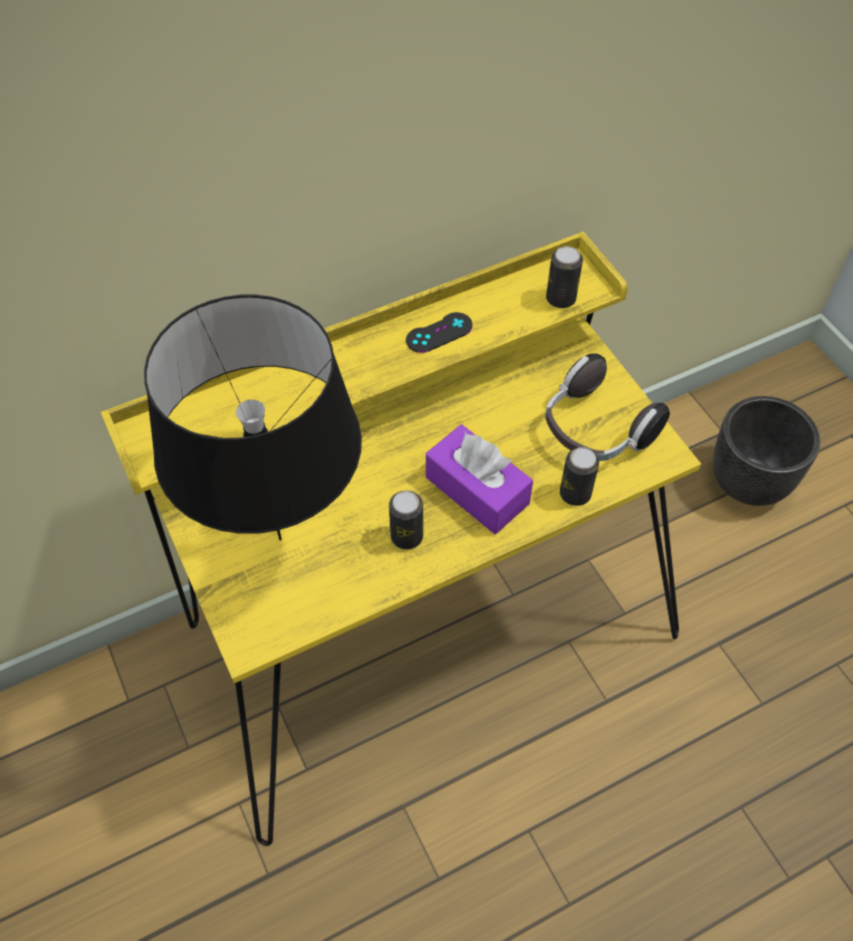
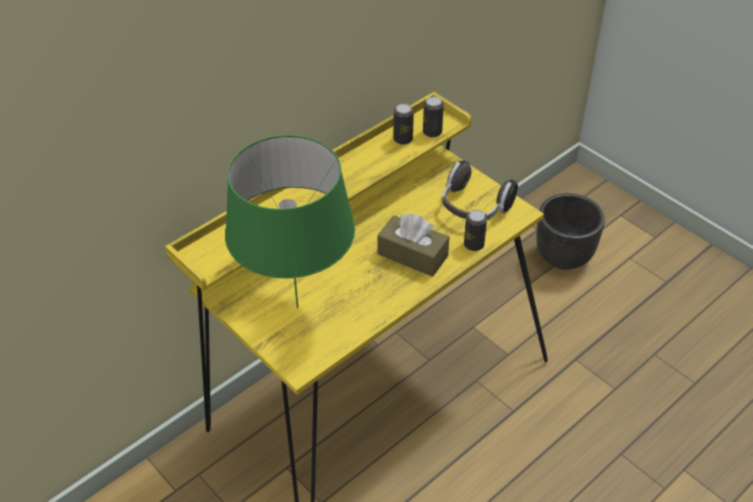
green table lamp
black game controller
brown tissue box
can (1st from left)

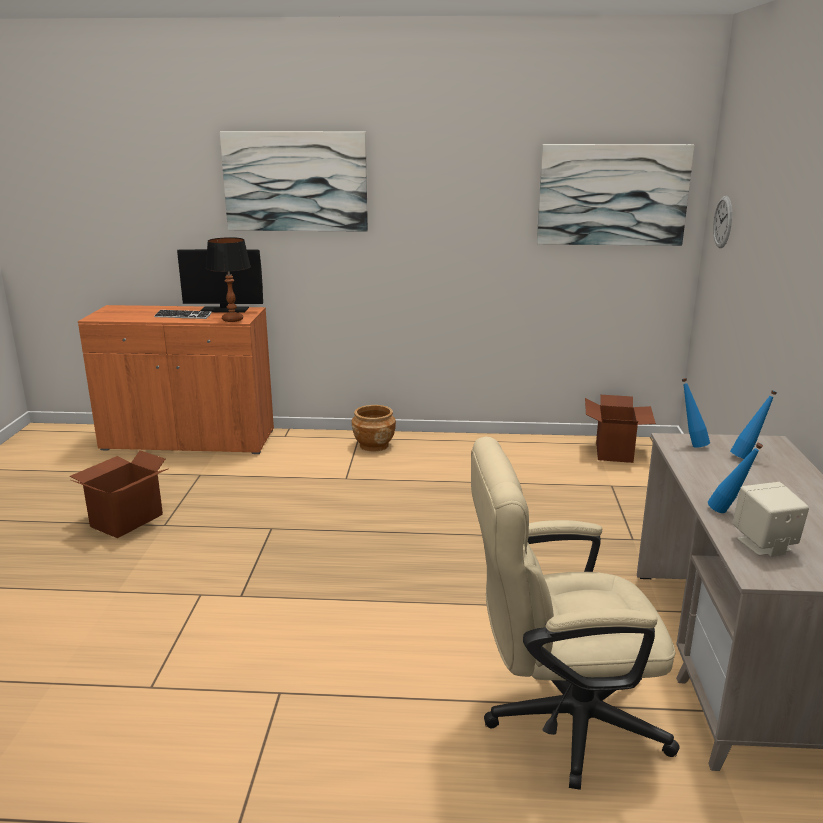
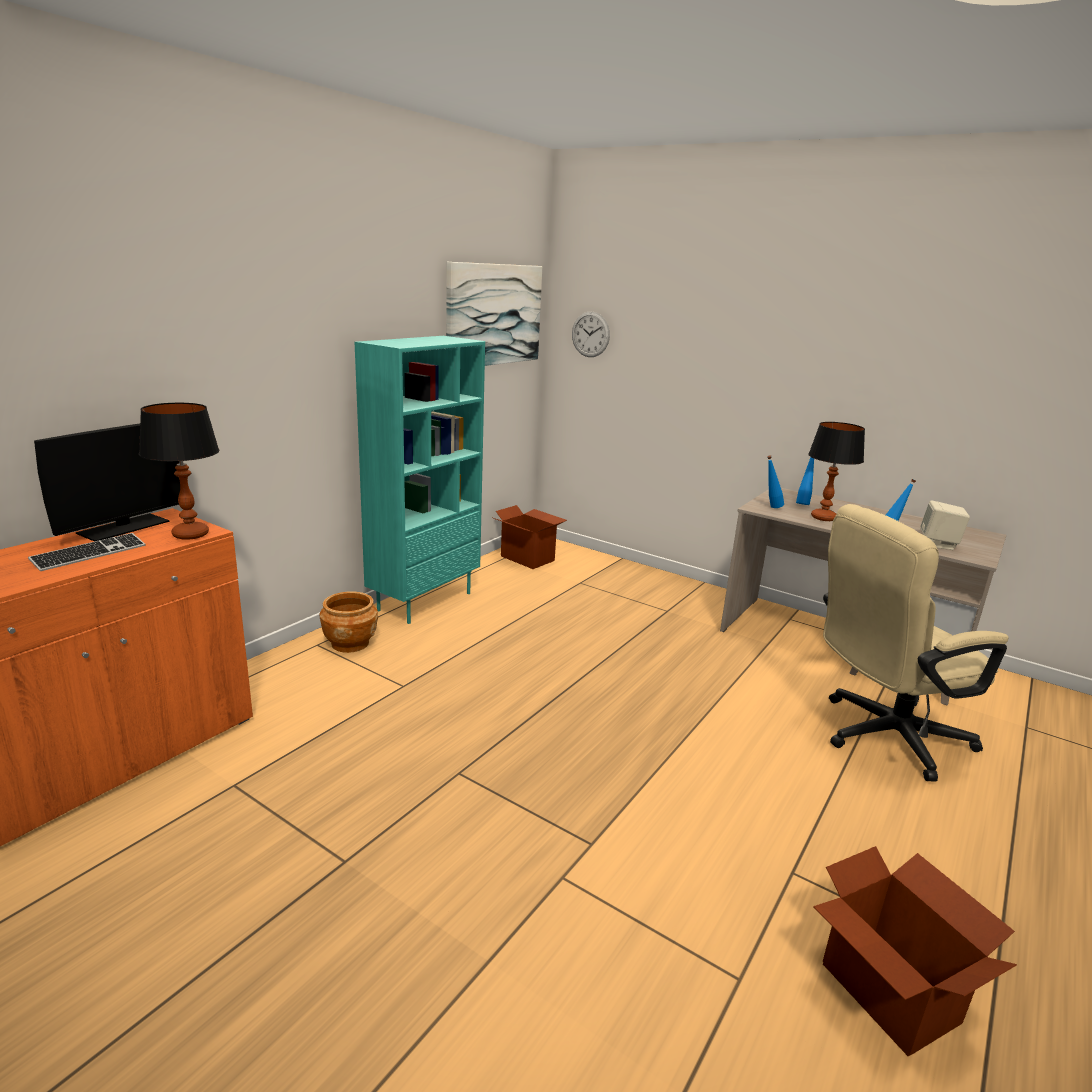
picture (1st from left in the first image)
beige office chair
cardboard box (2nd from left)
turquoise bookcase
table lamp (2nd from left)

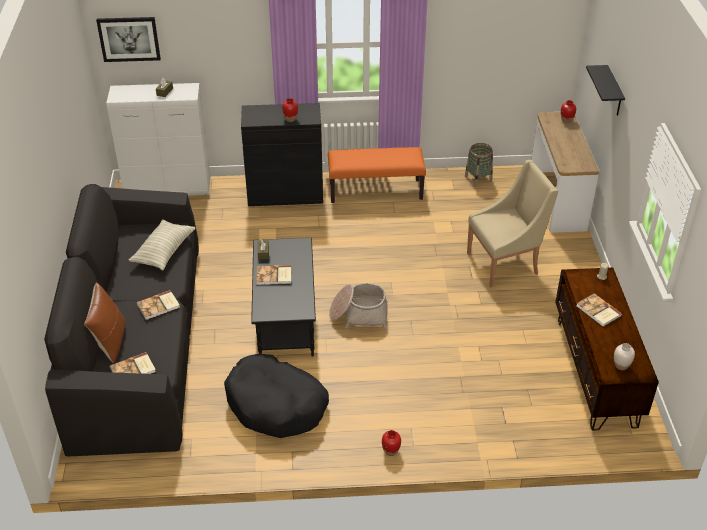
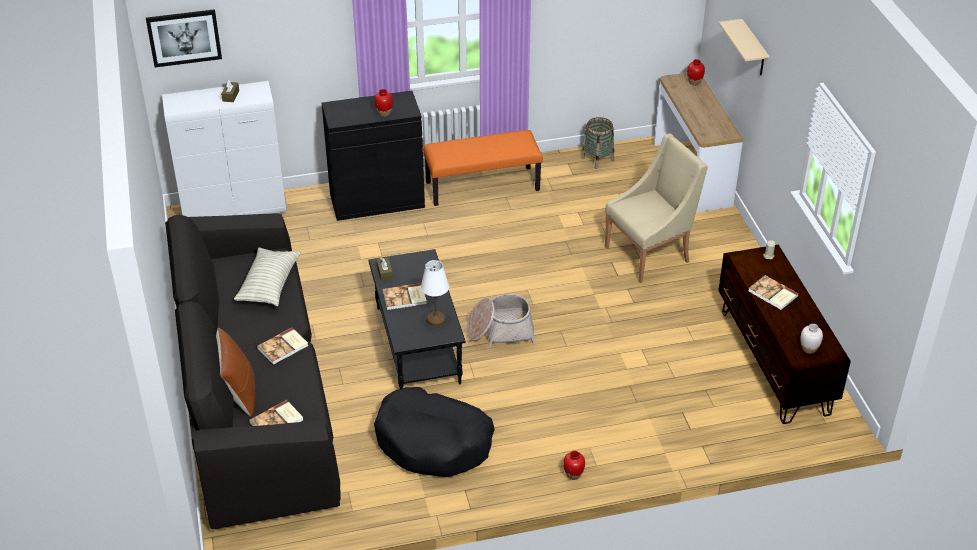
beige shelf
white table lamp

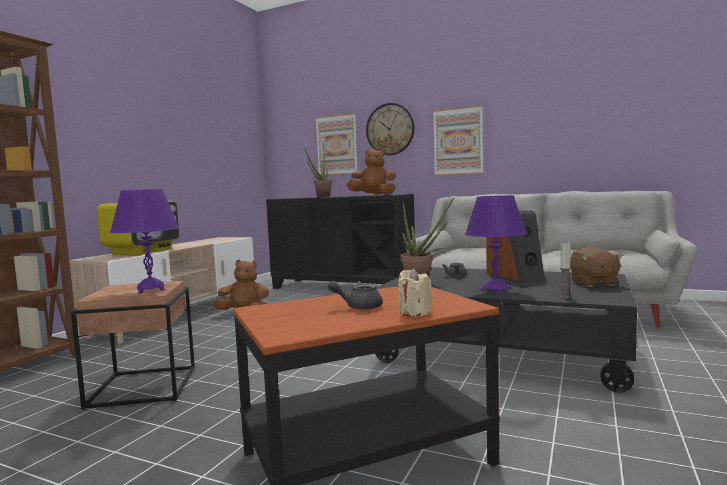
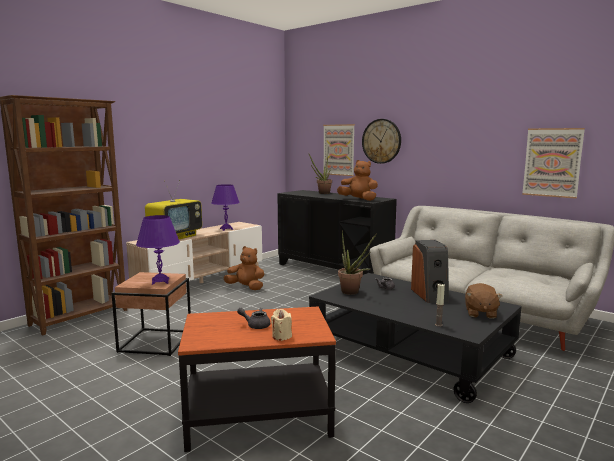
picture (2nd from left)
purple table lamp (2nd from left)

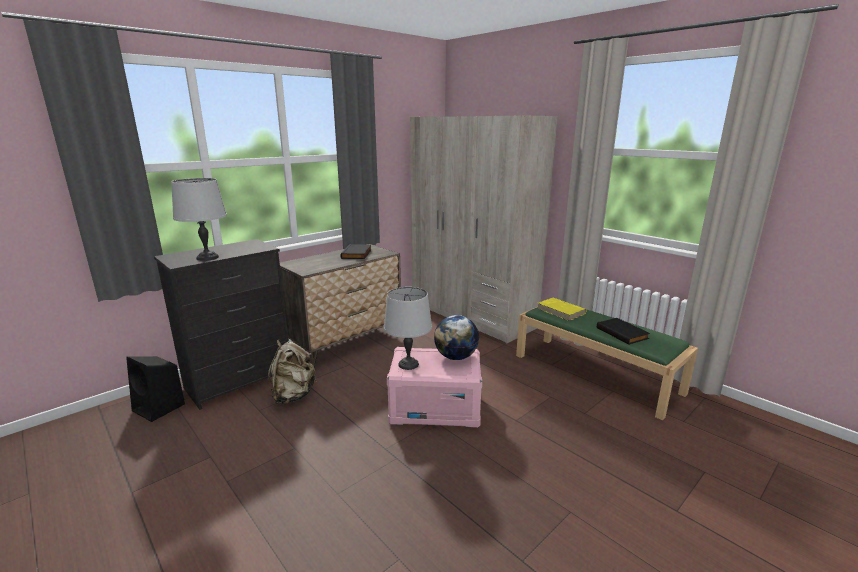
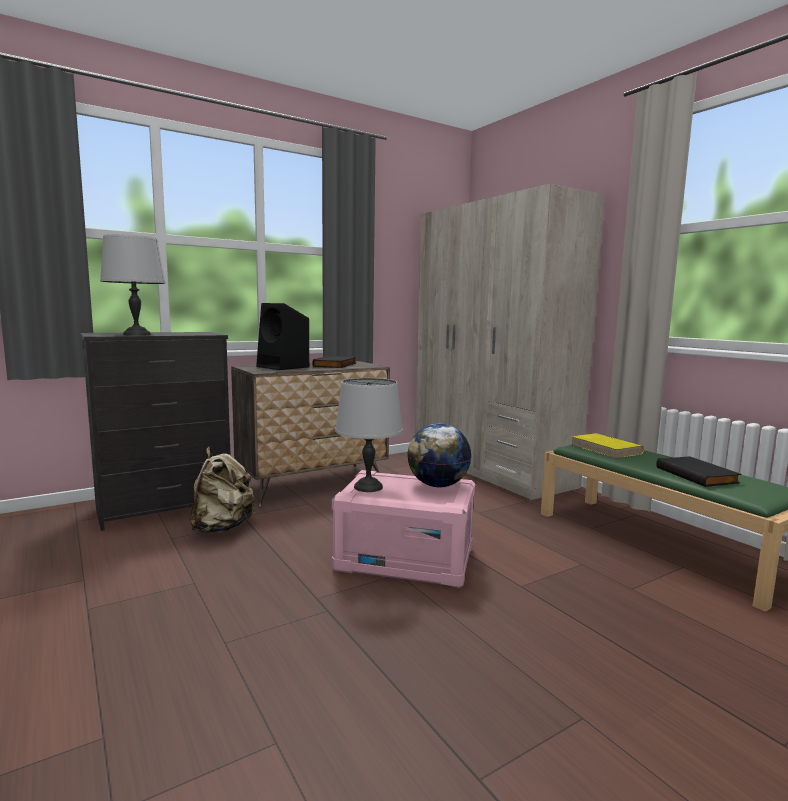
black speaker

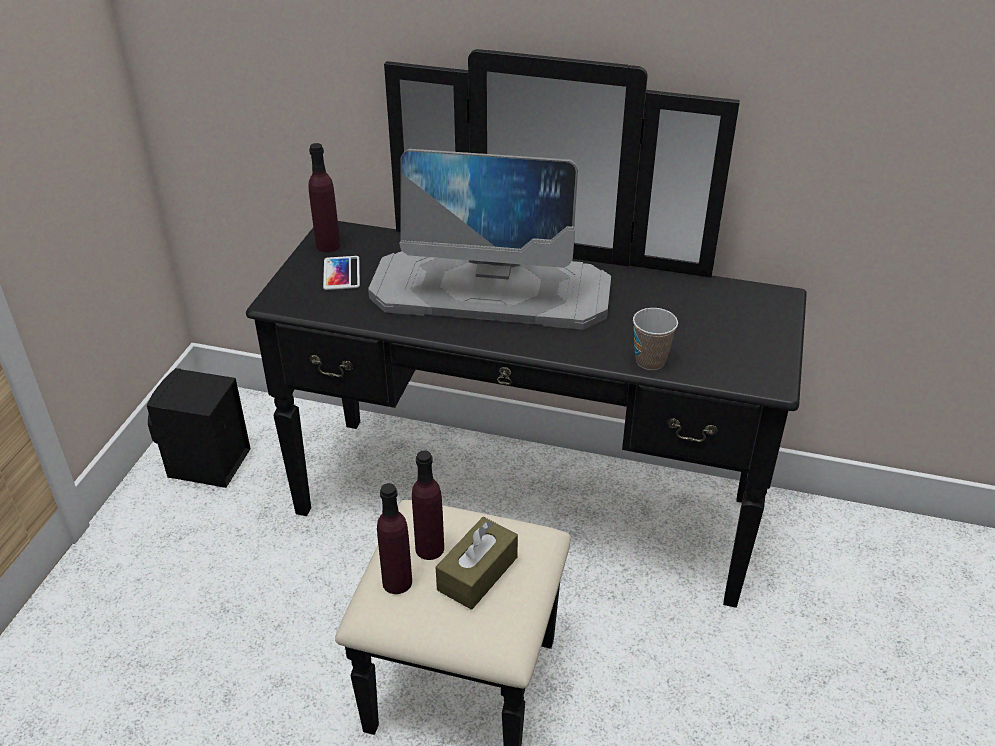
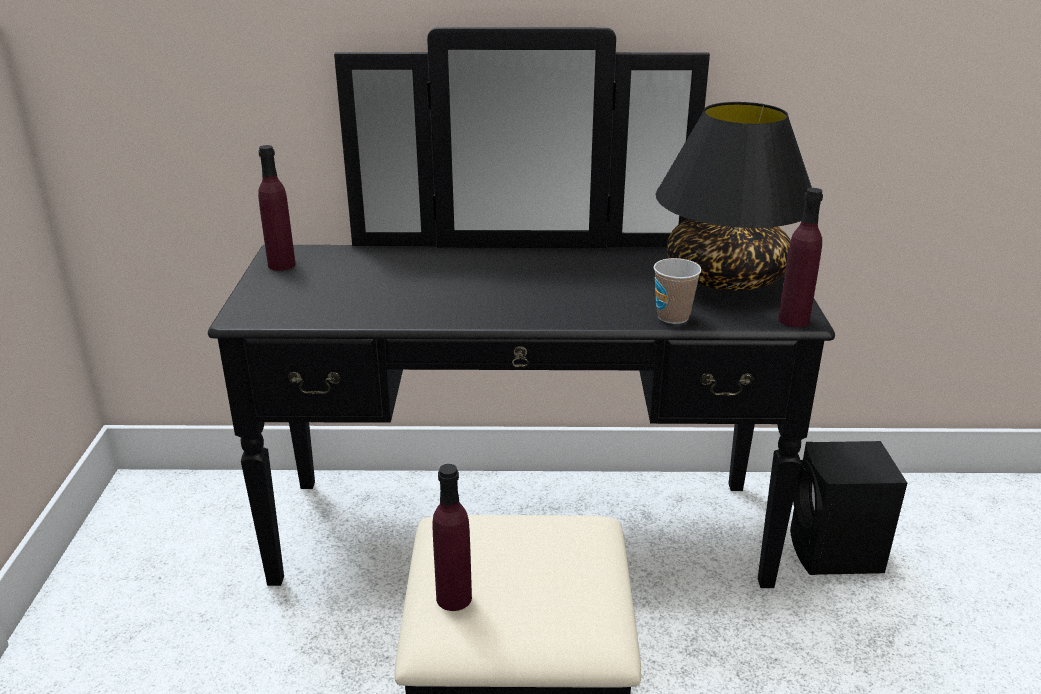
monitor
phone
black speaker
purple bottle (3rd from left)
brown tissue box
black table lamp

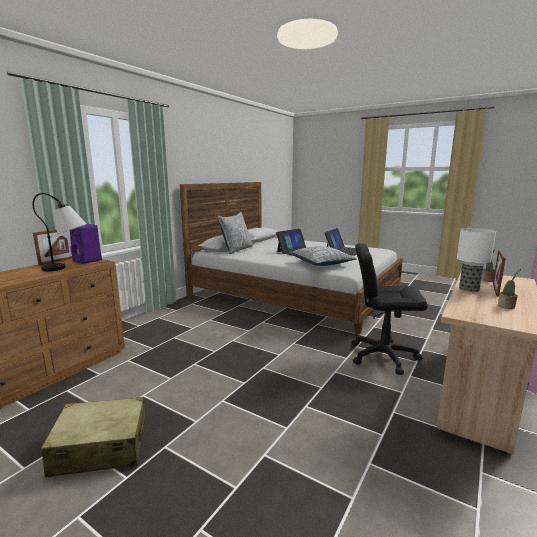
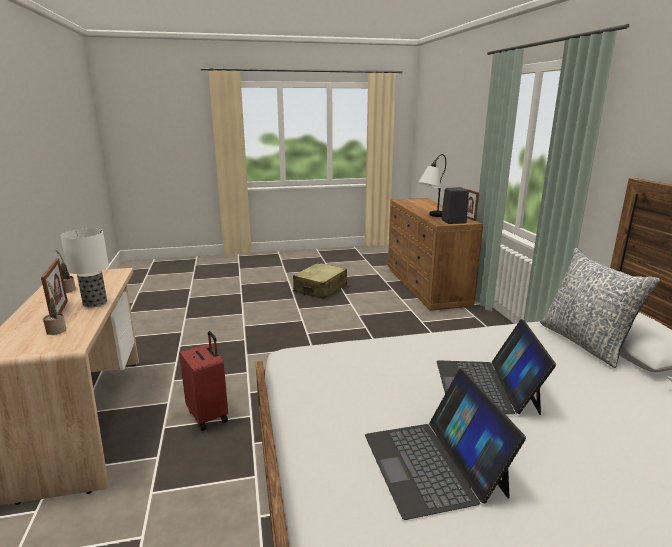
black speaker
red suitcase
pillow (2nd from left in the first image)

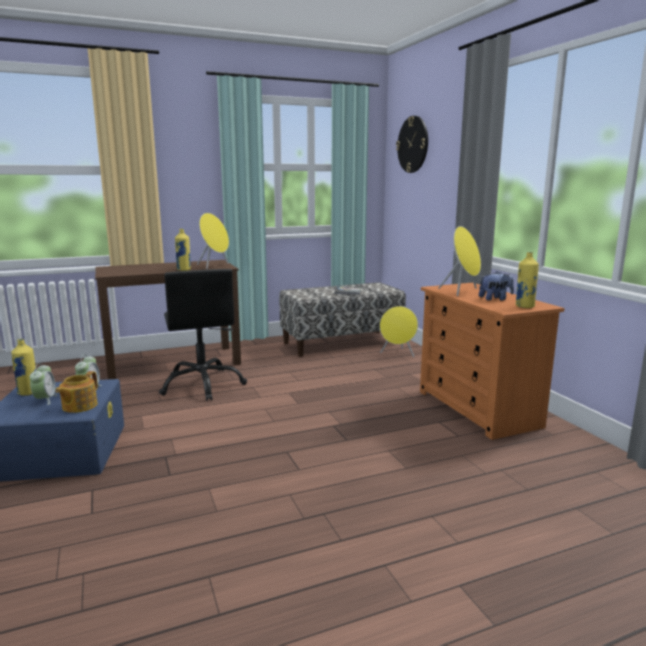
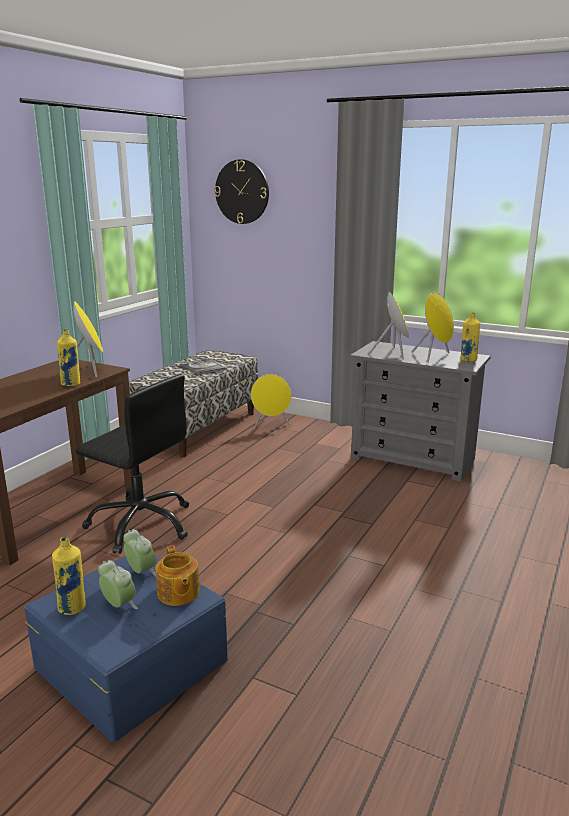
yellow speaker (4th from left)
grey dresser

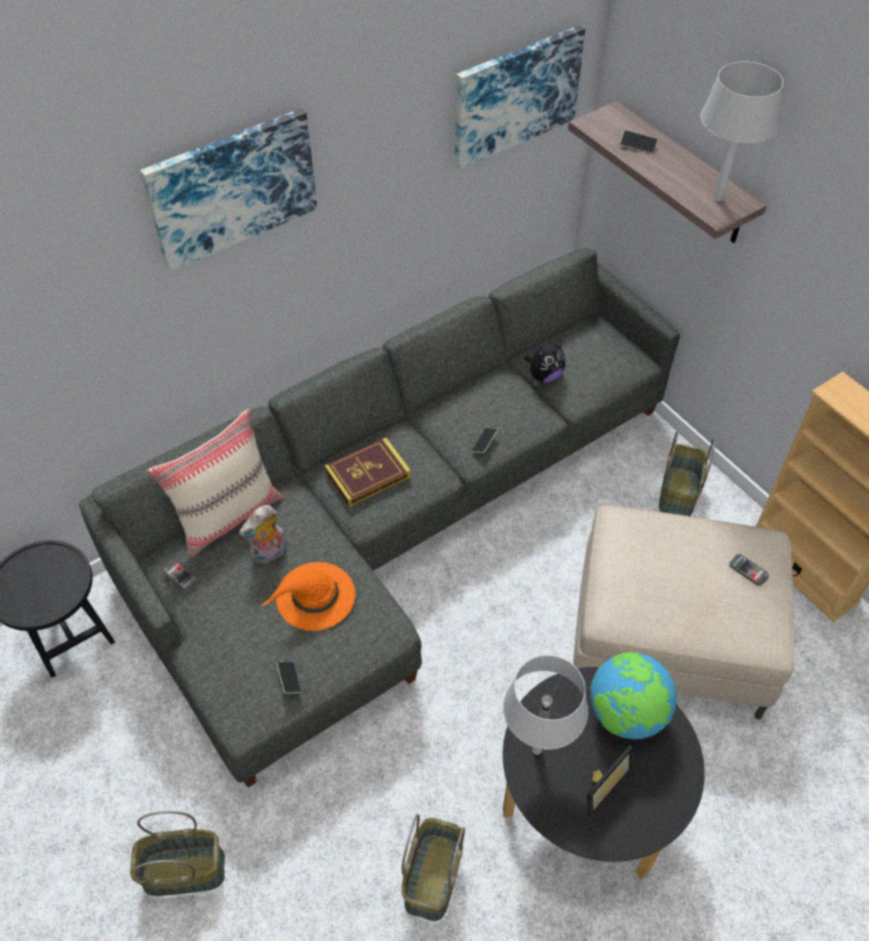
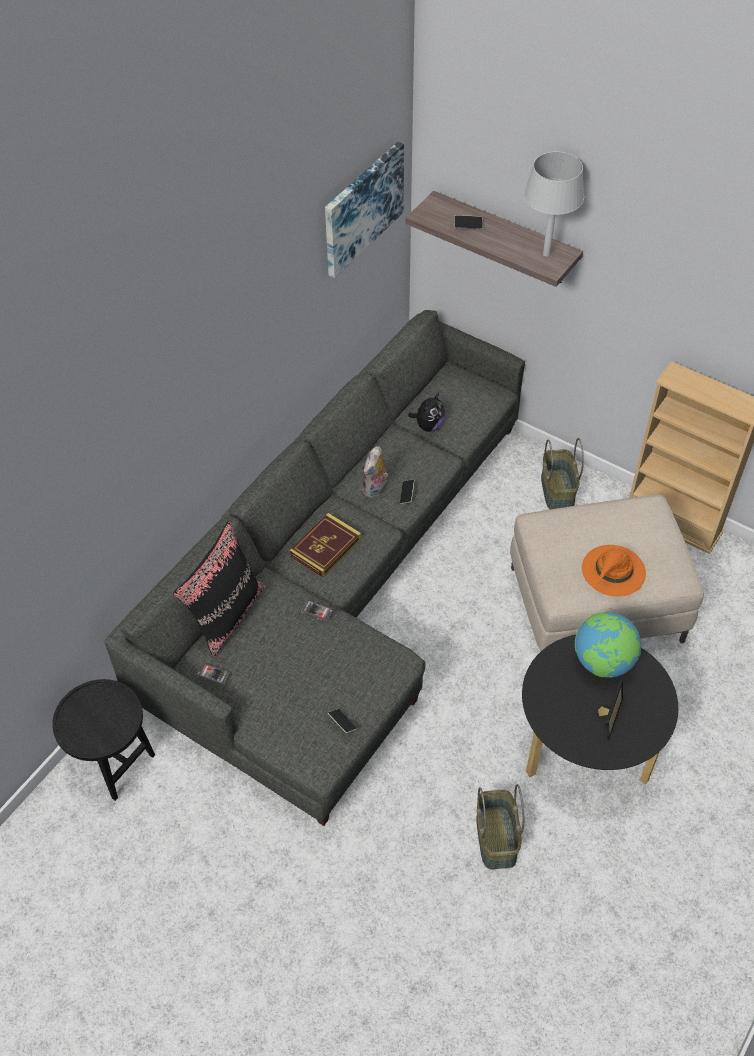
picture (1st from left in the first image)
black pillow
plush toy (1st from left)
phone (2nd from left)
orange hat
grey table lamp (1st from left in the first image)
basket (1st from left in the first image)

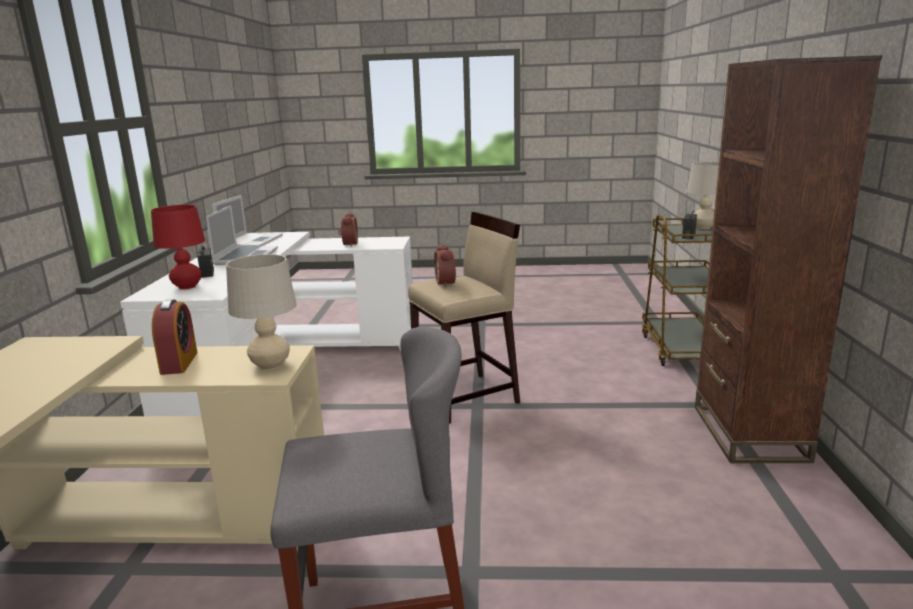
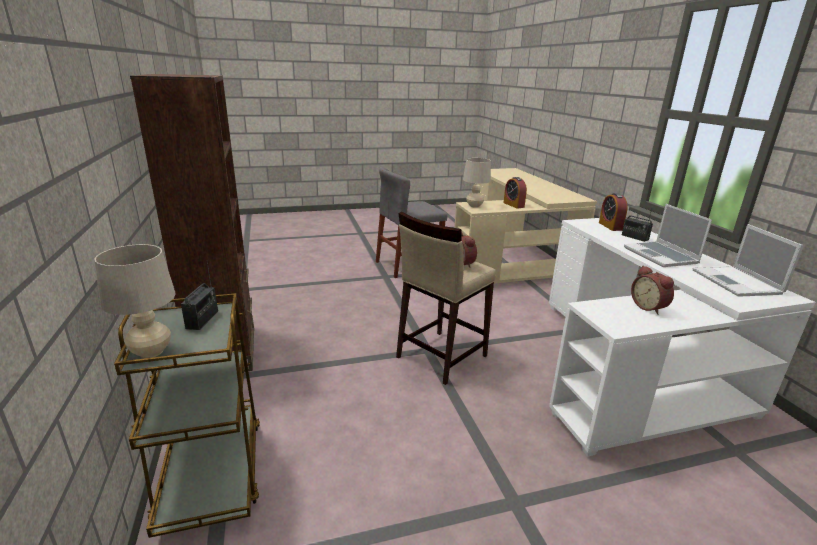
alarm clock (3rd from left)

